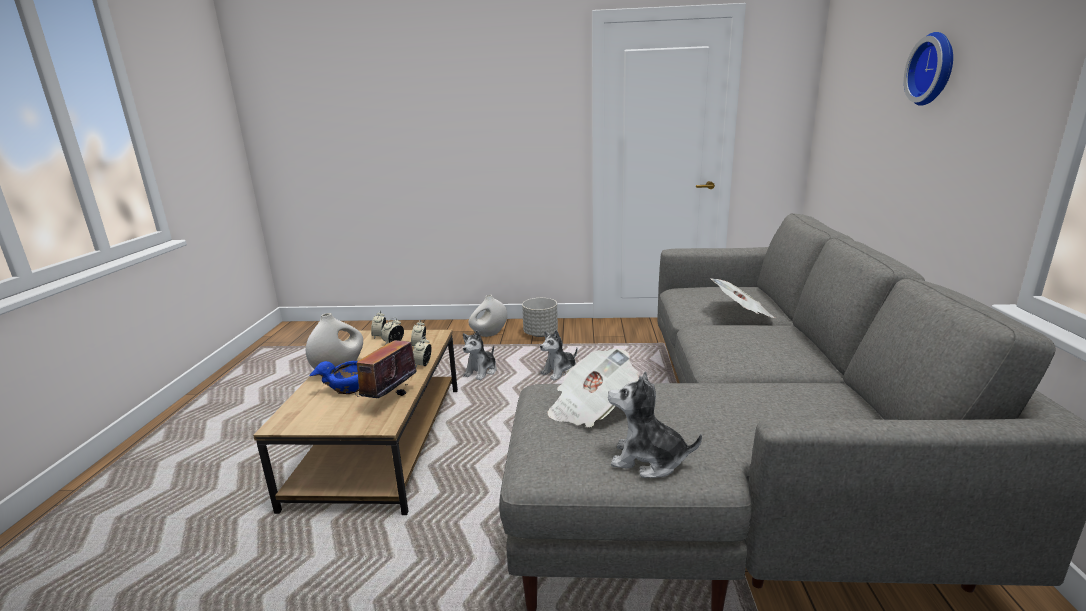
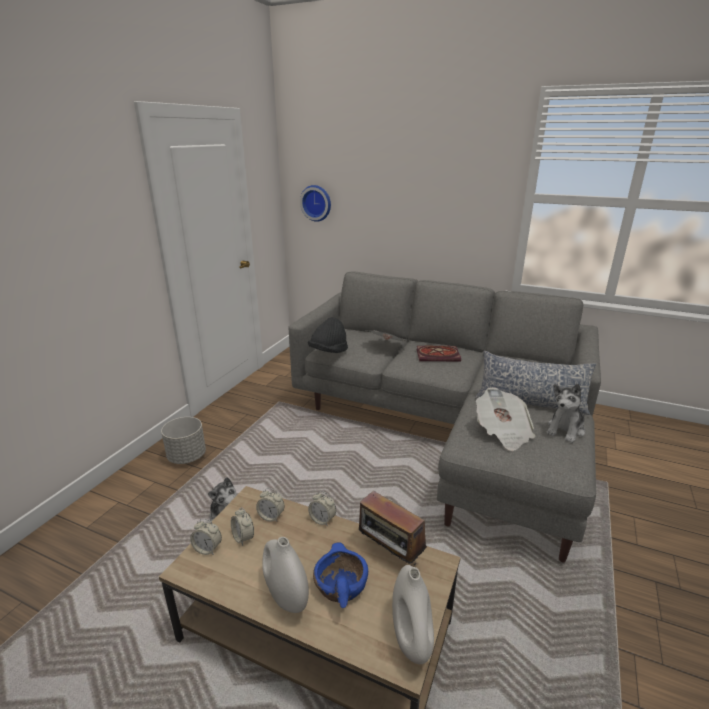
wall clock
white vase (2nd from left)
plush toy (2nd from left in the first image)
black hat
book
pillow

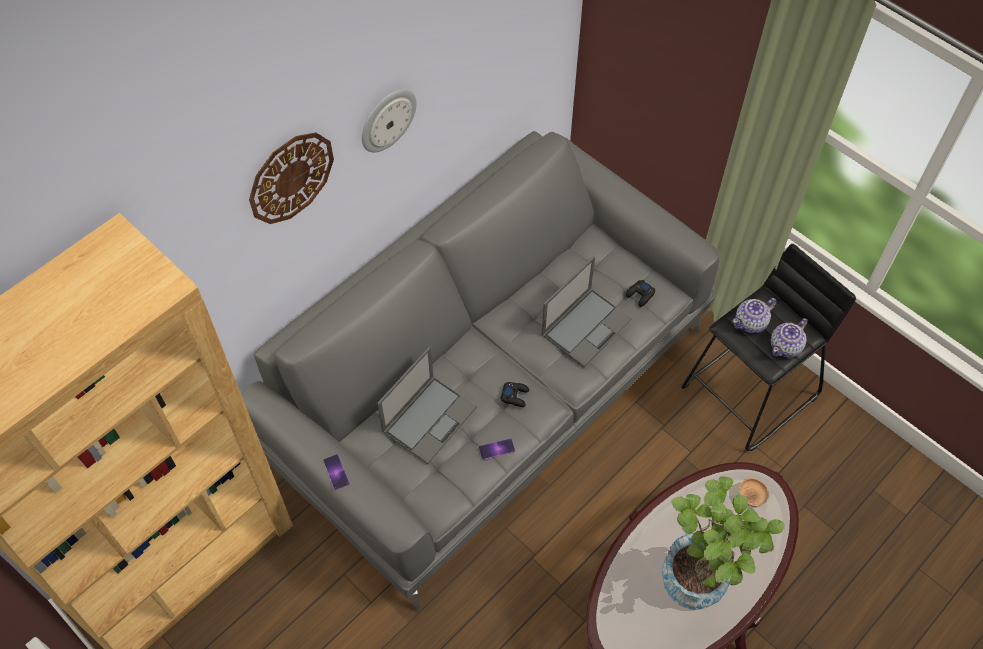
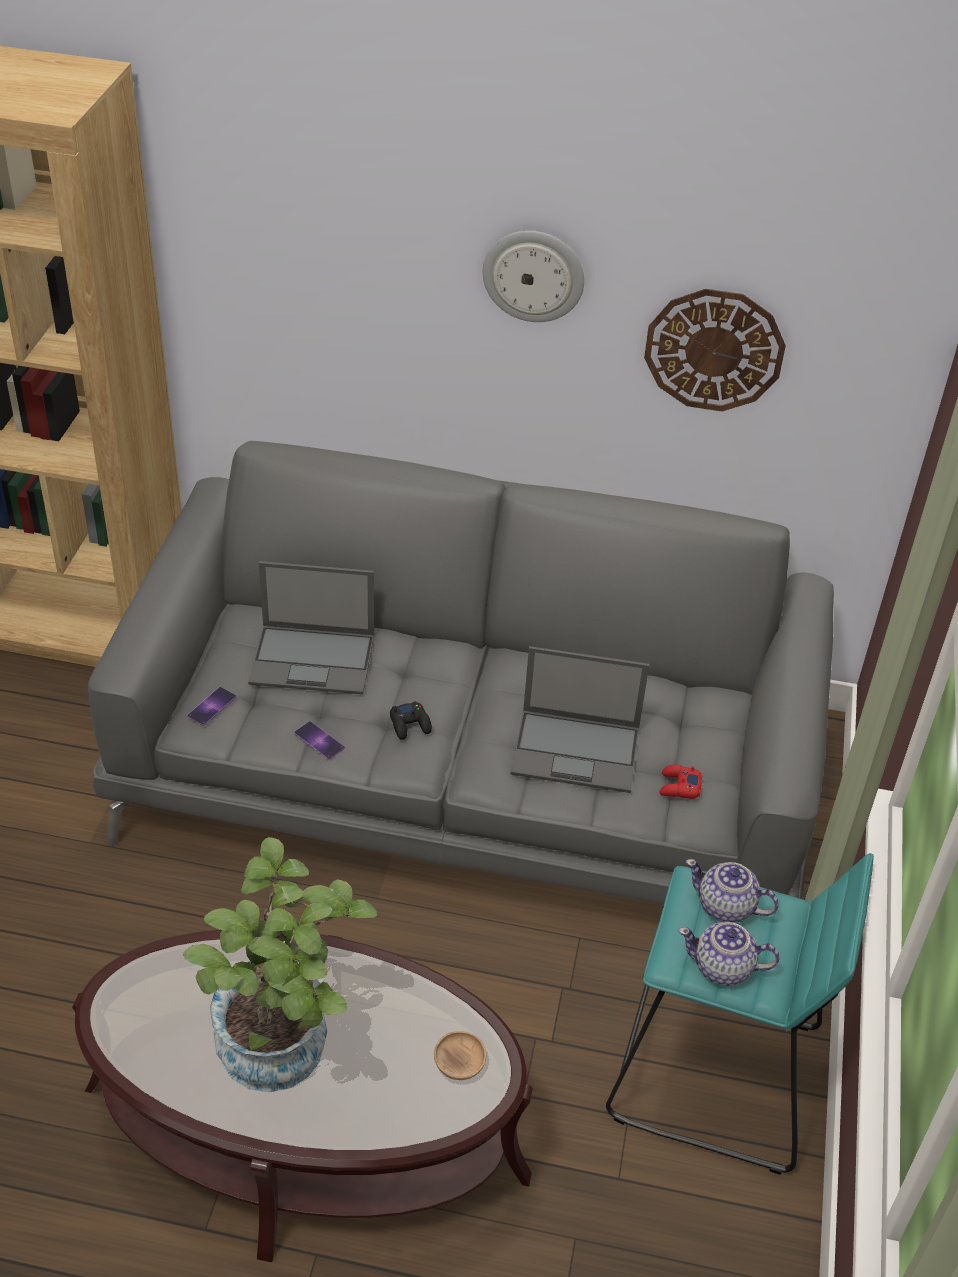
wall clock (2nd from left)
turquoise stool
red game controller
phone (1st from left)

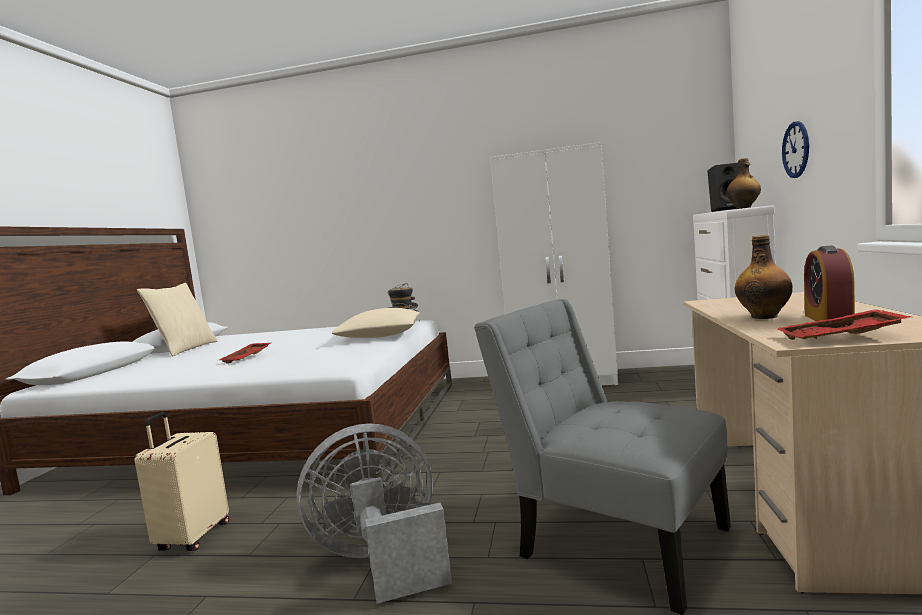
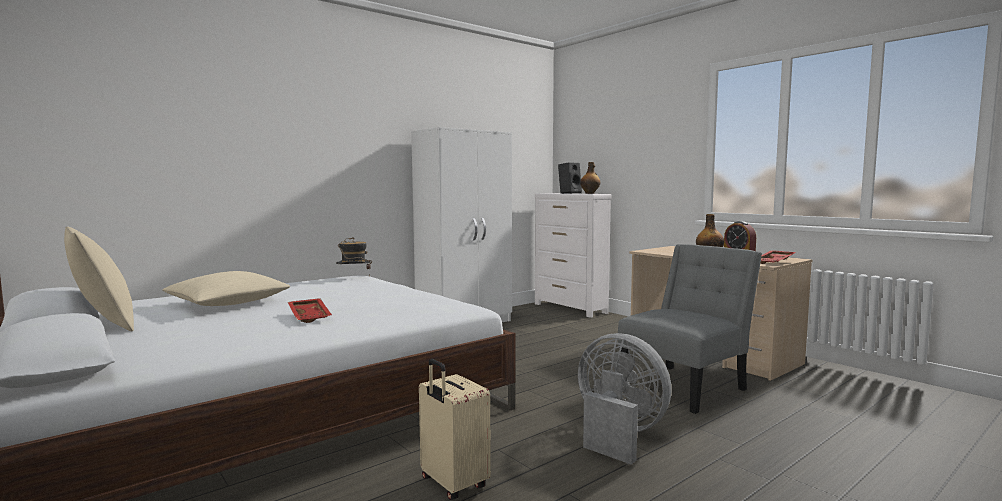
wall clock
grey chair
beige pillow (2nd from left)
grey fan

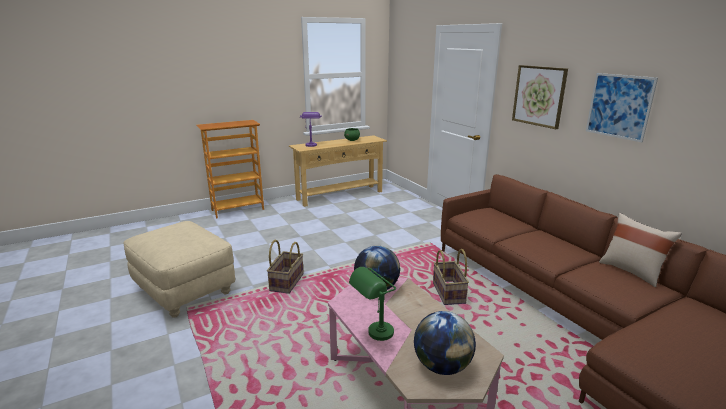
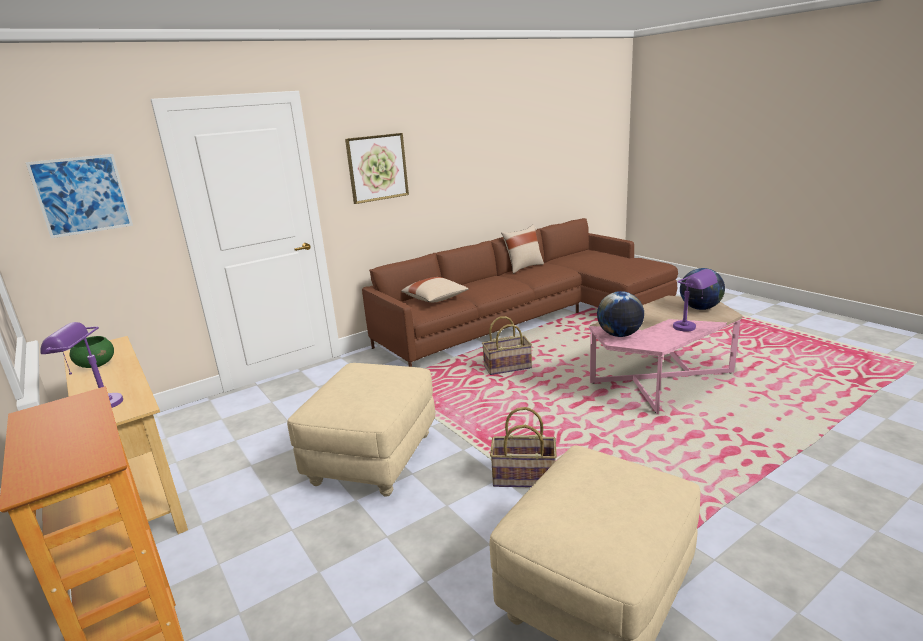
picture (1st from left)
purple table lamp (2nd from left)
beige pillow (1st from left)
beige ottoman (1st from left)

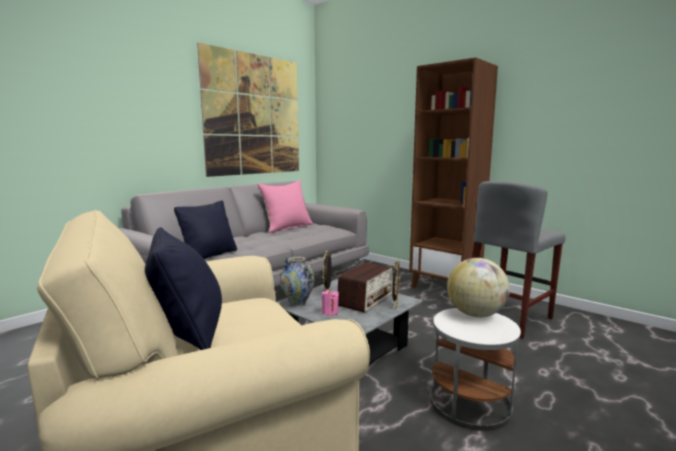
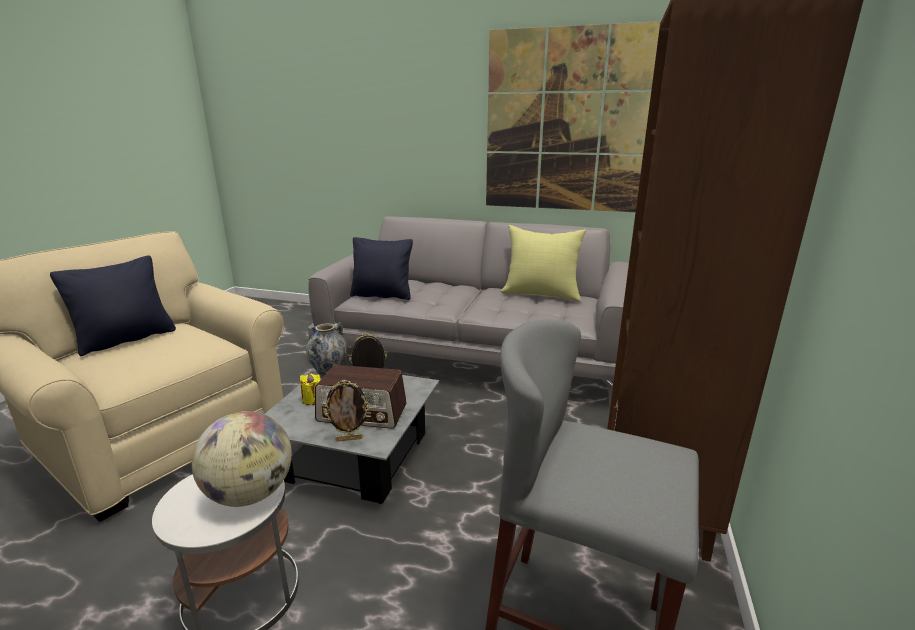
yellow pillow
yellow candle

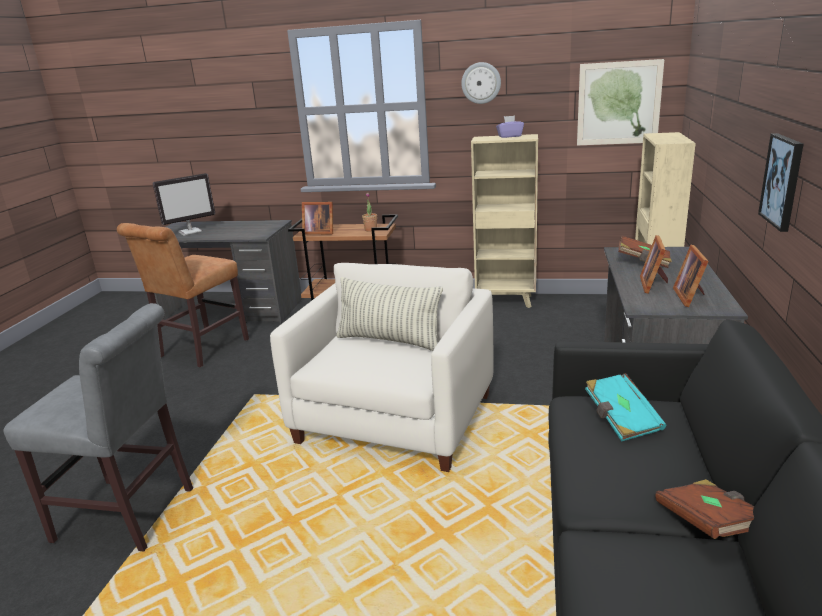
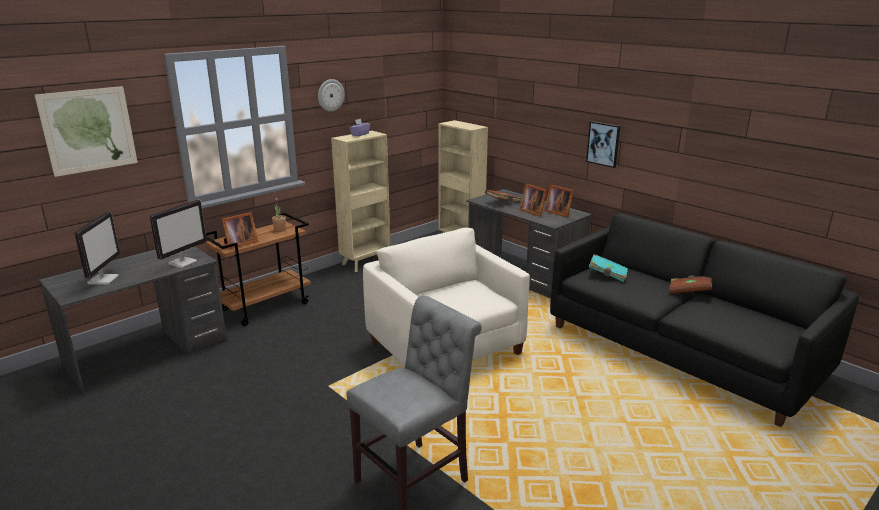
picture (1st from left)
brown chair
pillow
monitor (2nd from left)

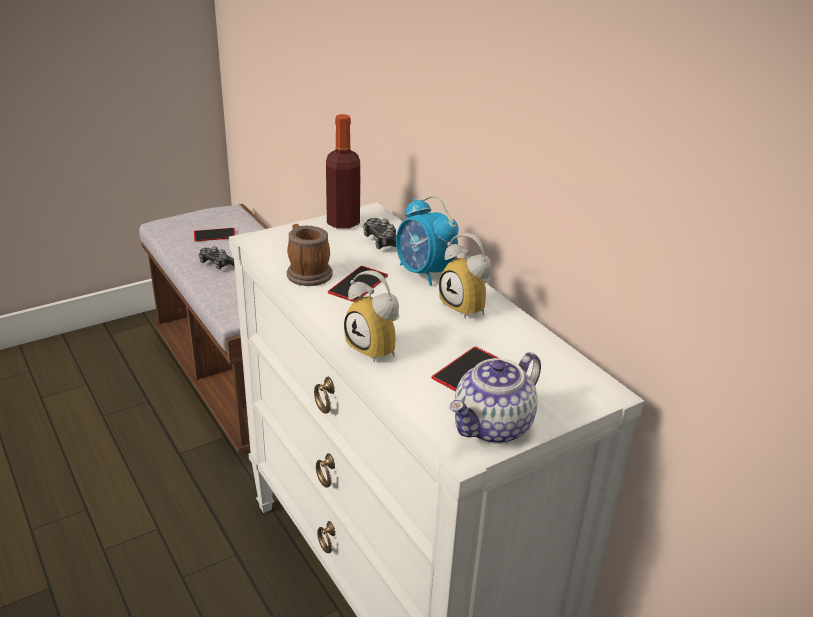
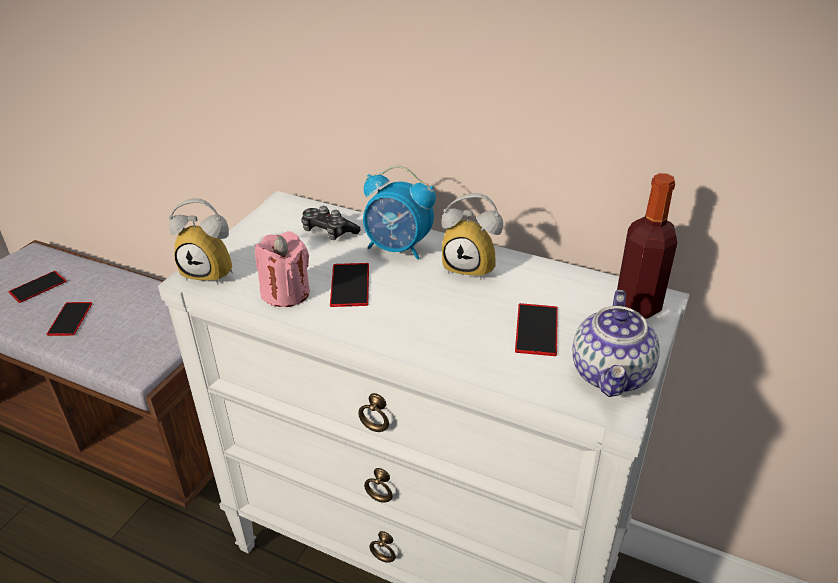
bottle
pink candle
phone (2nd from left)
alarm clock (1st from left)

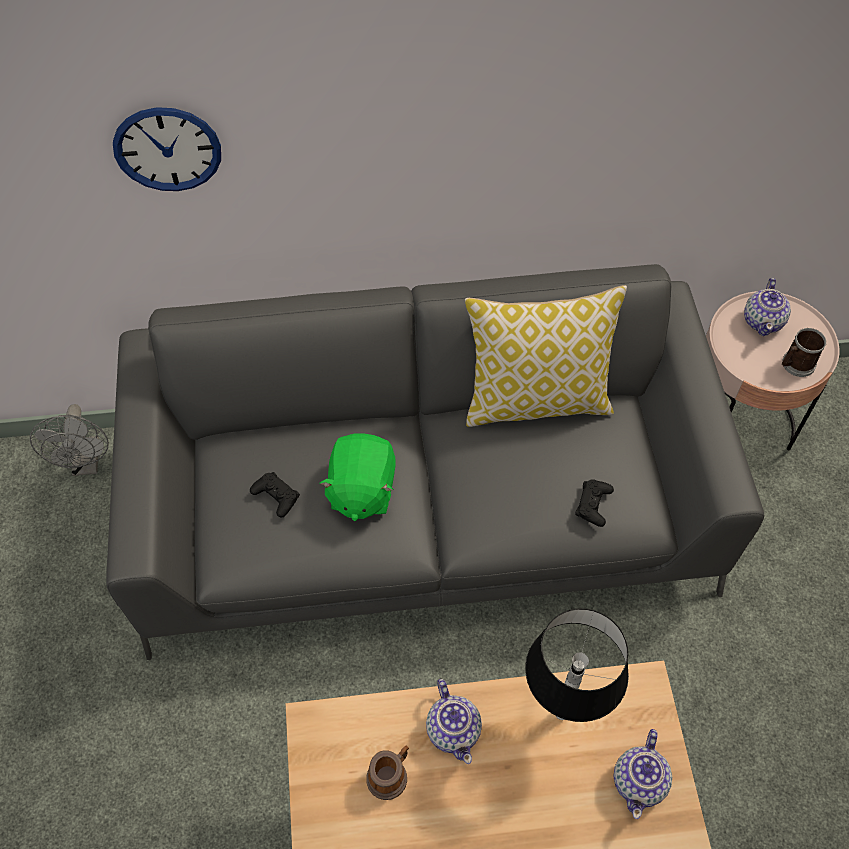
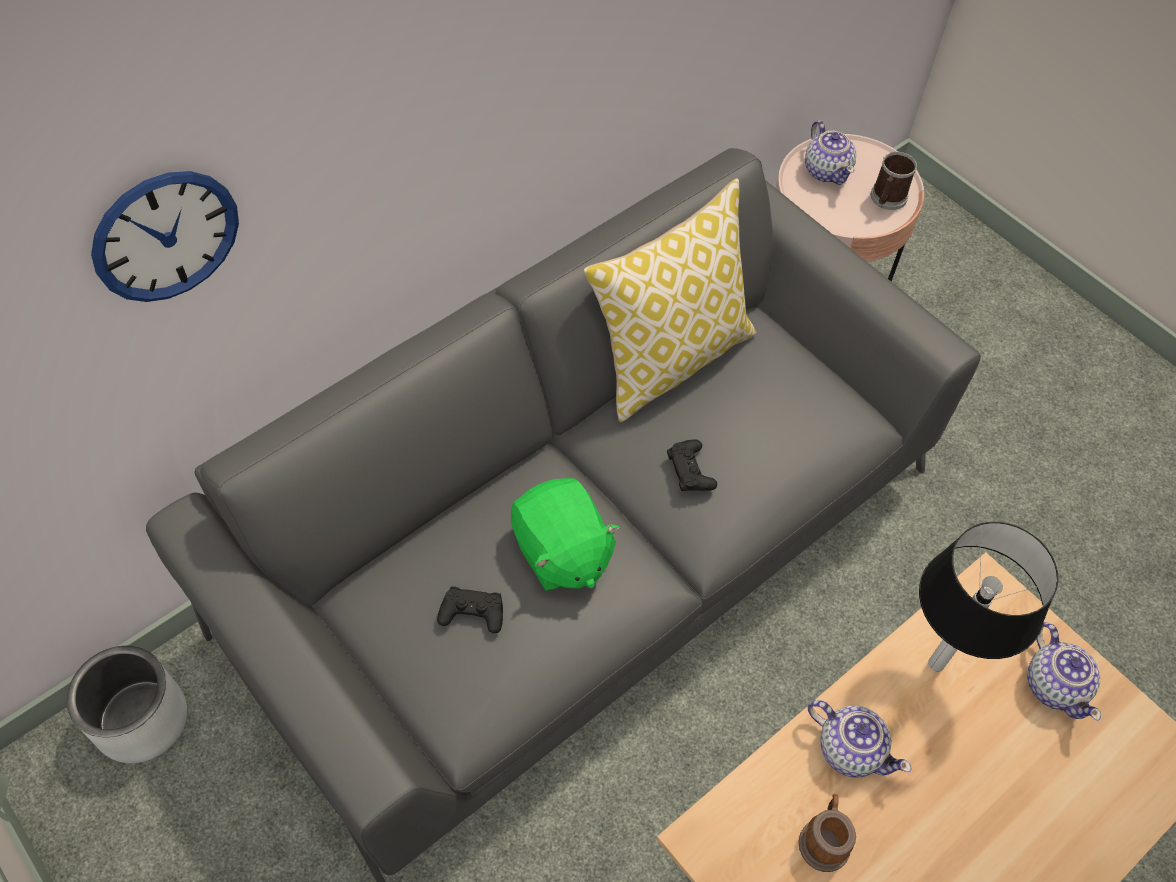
grey planter
black game controller (2nd from left)

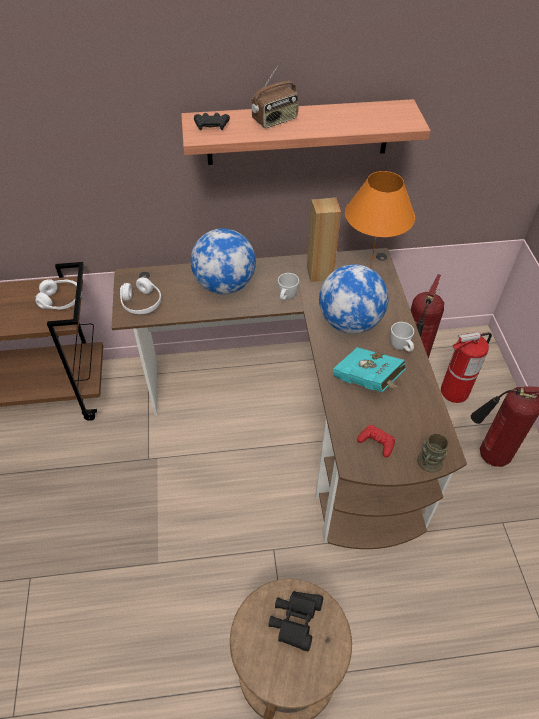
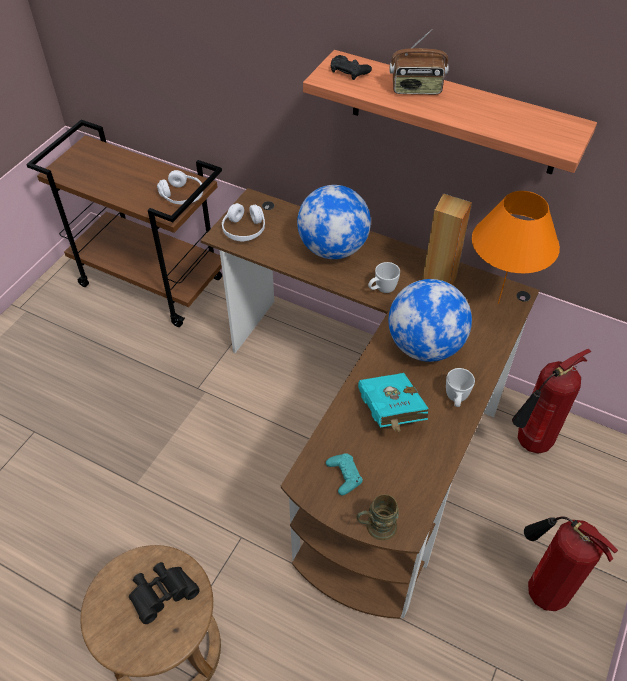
fire extinguisher (2nd from left in the first image)
turquoise game controller

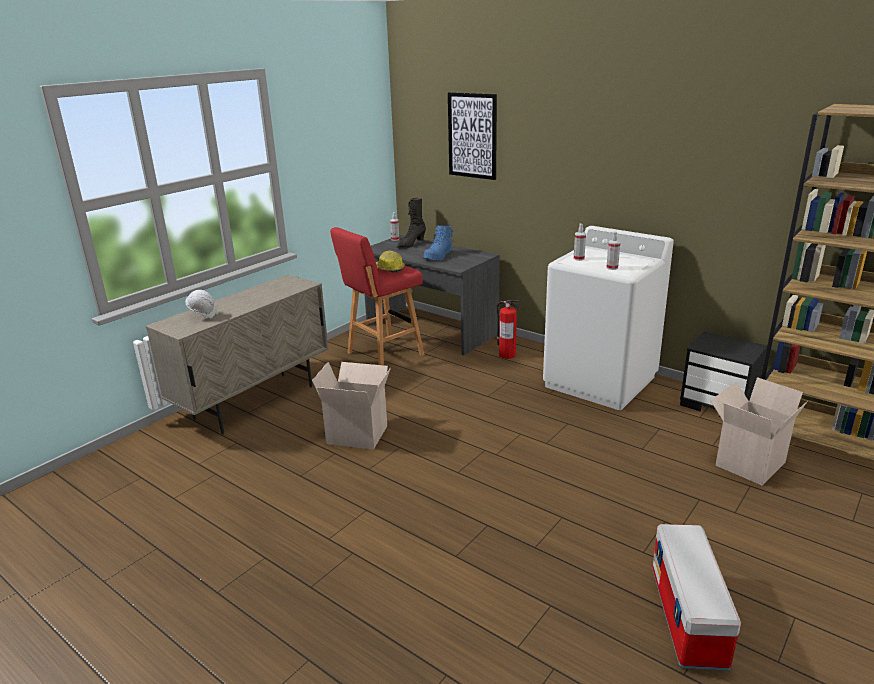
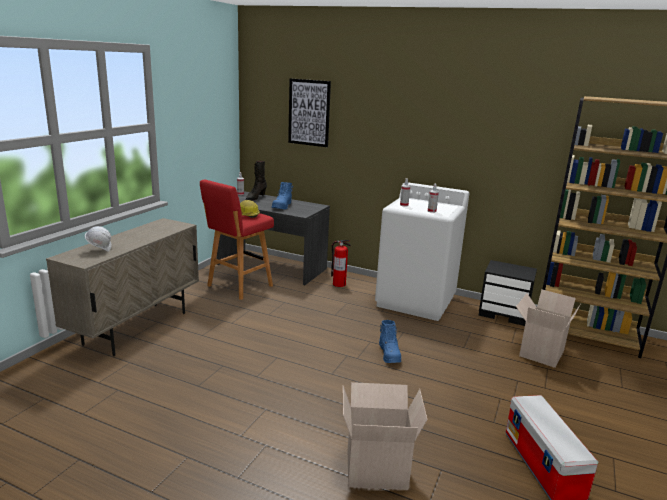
cardboard box (1st from left)
blue boot (2nd from left)

